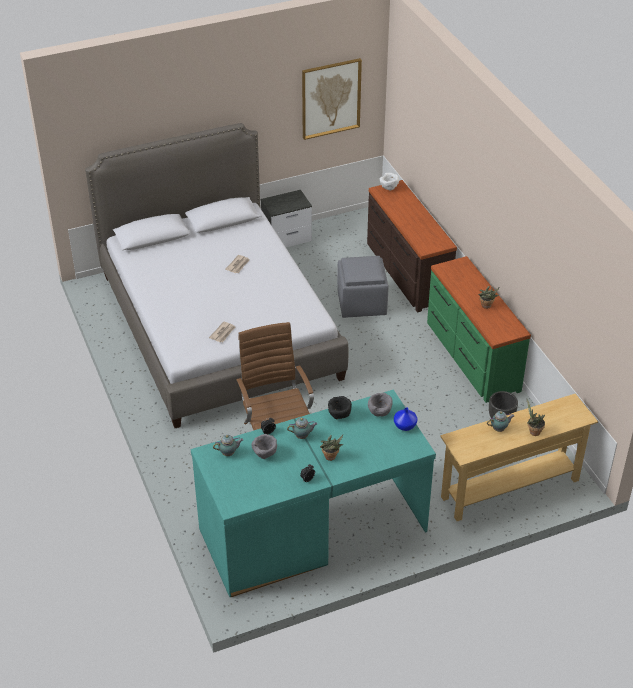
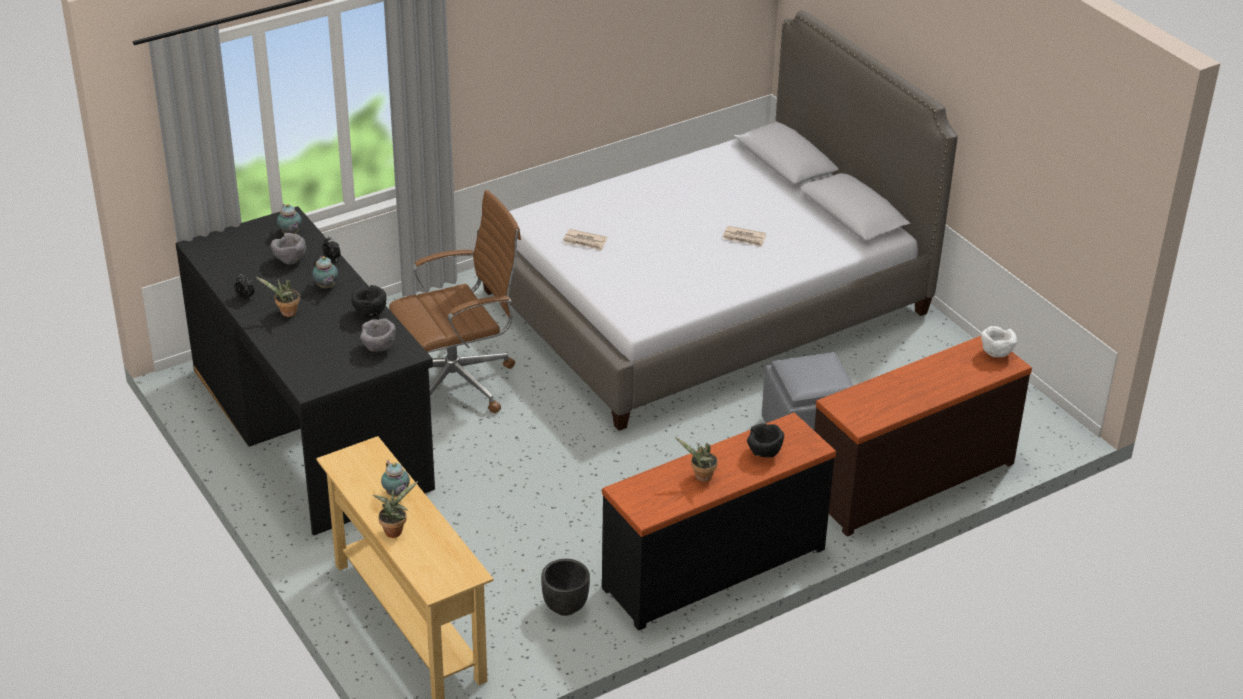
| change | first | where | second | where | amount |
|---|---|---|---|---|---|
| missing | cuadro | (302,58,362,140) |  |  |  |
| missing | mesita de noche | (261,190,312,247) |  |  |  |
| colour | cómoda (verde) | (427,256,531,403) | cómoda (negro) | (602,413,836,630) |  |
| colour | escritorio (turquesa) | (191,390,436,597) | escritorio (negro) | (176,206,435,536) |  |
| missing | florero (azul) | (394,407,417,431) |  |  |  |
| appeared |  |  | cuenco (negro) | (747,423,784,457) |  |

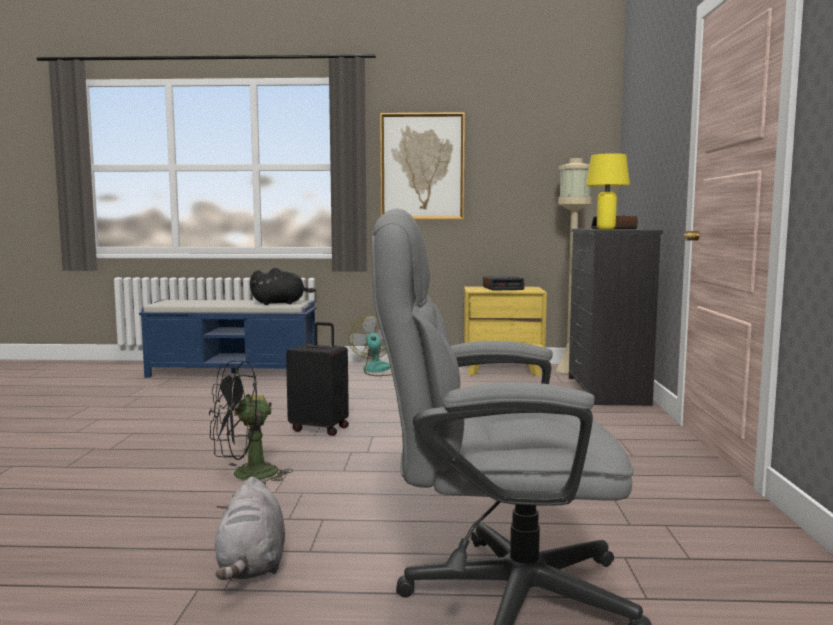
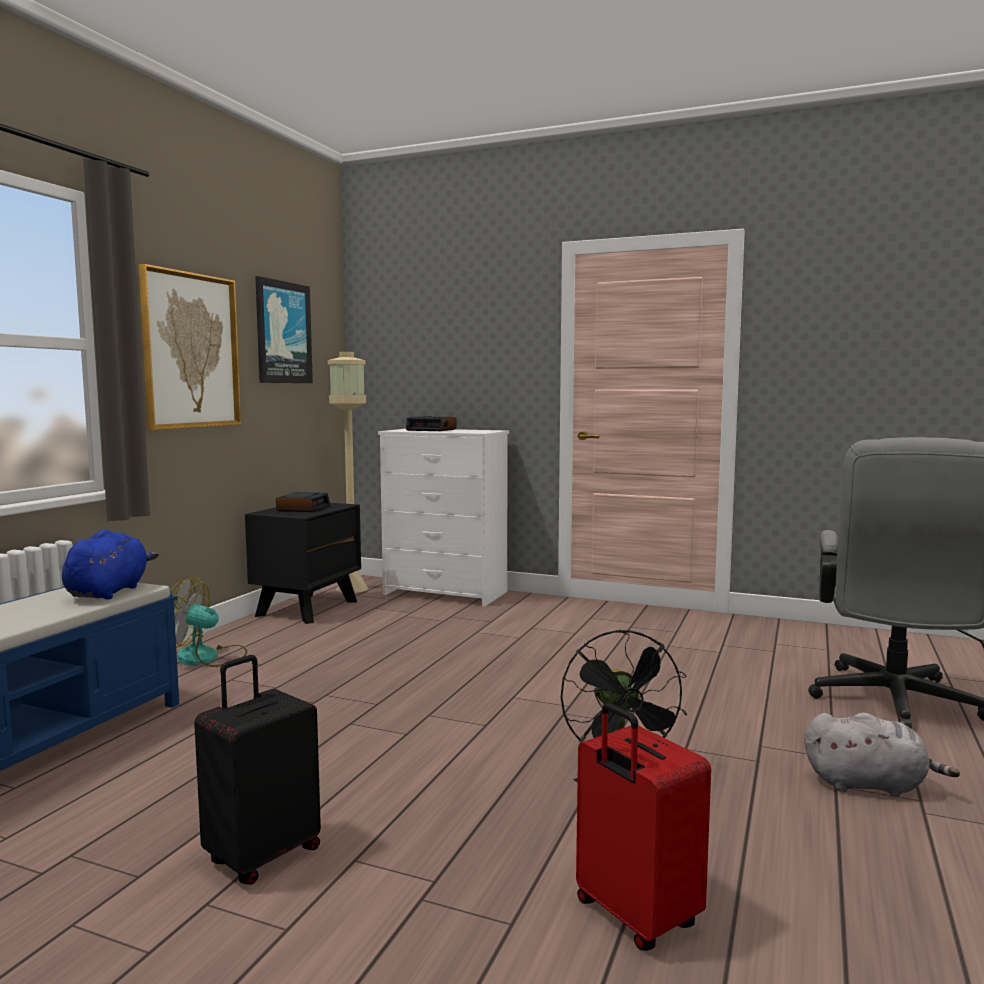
| change | first | where | second | where | amount |
|---|---|---|---|---|---|
| missing | lámpara de mesa (amarillo) | (586,153,630,229) |  |  |  |
| colour | cómoda (negro) | (569,229,663,406) | cómoda (blanco) | (378,429,509,607) |  |
| colour | peluche (negro) | (250,268,316,305) | peluche (azul) | (62,529,159,600) |  |
| colour | mesita de noche (amarillo) | (464,286,547,376) | mesita de noche (negro) | (245,503,361,624) |  |
| relocated | maleta (negro) | (286,322,349,436) |  | (194,655,321,884) |  |
| appeared |  |  | cuadro | (255,276,313,383) |  |
| appeared |  |  | maleta (rojo) | (576,703,711,951) |  |

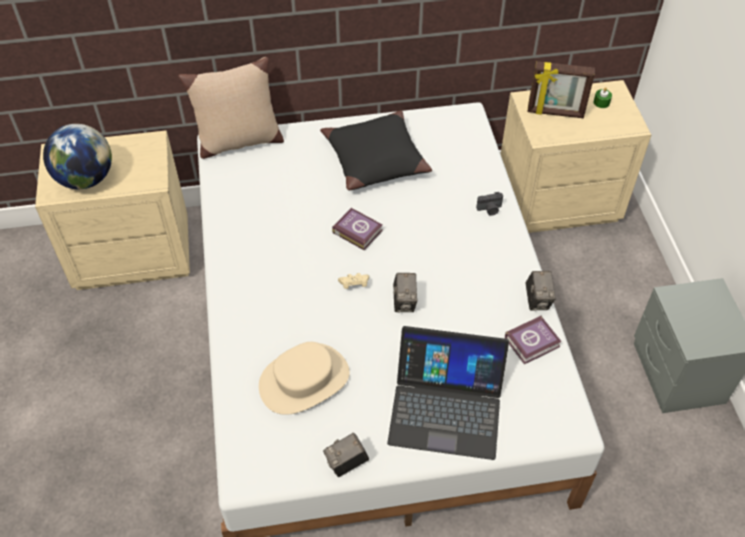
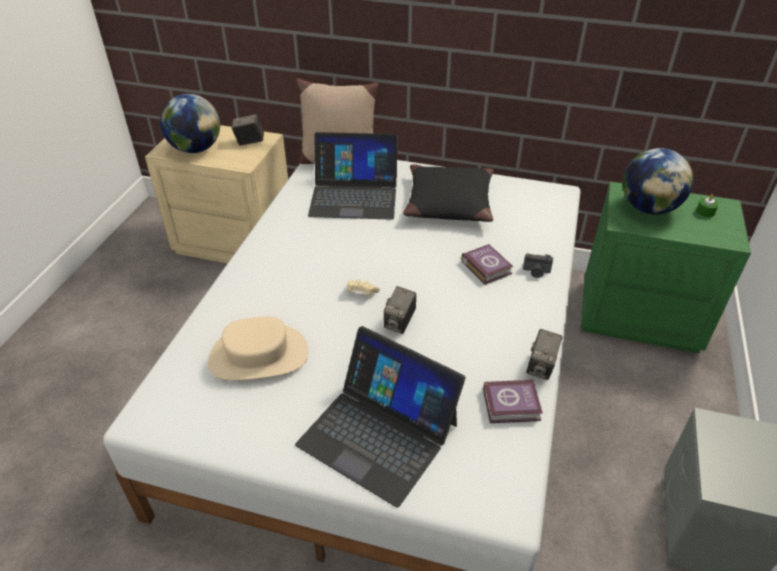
| change | first | where | second | where | amount |
|---|---|---|---|---|---|
| exchanged | portarretratos | (527,61,595,118) | globo terráqueo | (623,148,693,215) |  |
| colour | mesita de noche (beis) | (501,80,651,233) | mesita de noche (verde) | (580,182,751,353) |  |
| relocated | libro | (332,208,383,250) |  | (461,244,513,285) |  |
| relocated | cámara | (323,433,369,477) |  | (232,114,264,146) |  |
| appeared |  |  | portátil | (308,132,398,220) |  |

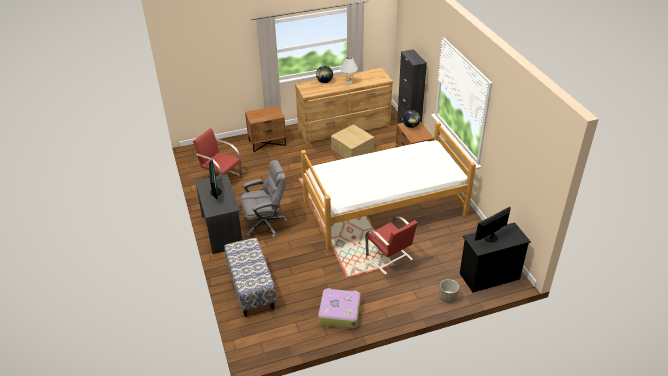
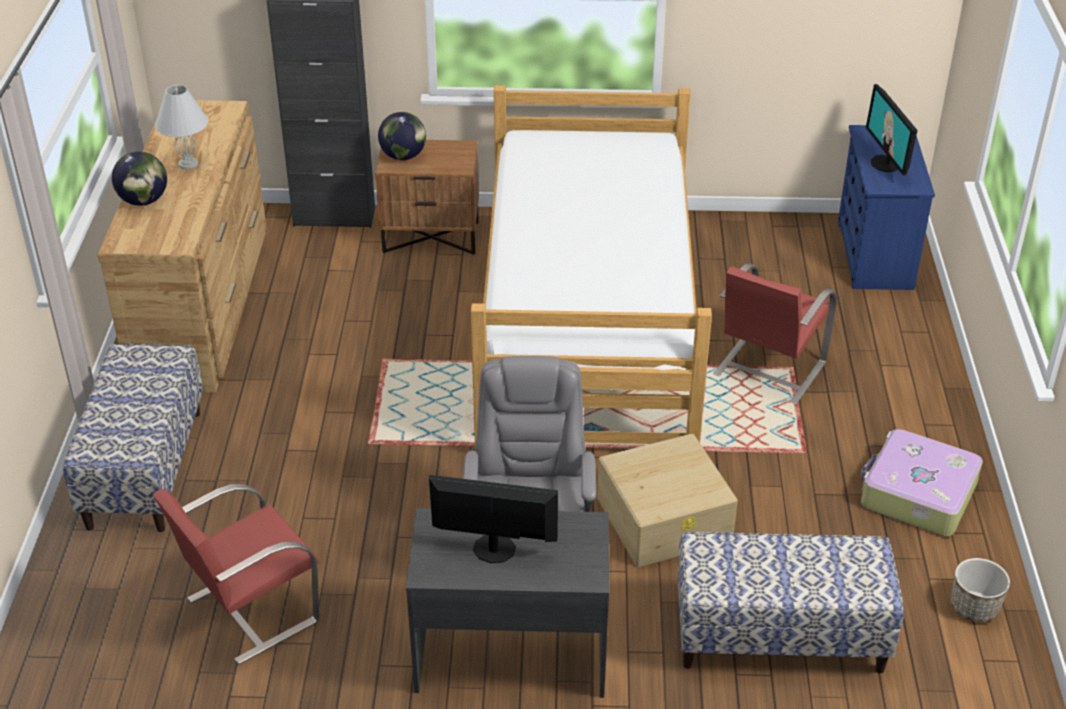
| change | first | where | second | where | amount |
|---|---|---|---|---|---|
| exchanged | mesita de noche (marrón) | (245,106,286,152) | banco | (63,344,203,532) |  |
| relocated | caja de almacenaje (beis) | (331,124,374,158) |  | (597,434,738,567) |  |
| spun | silla (rojo) | (365,216,418,275) |  | (713,264,837,404) | 135 degrees clockwise |
| colour | cómoda (negro) | (460,222,531,293) | cómoda (azul) | (838,125,935,290) |  |
| relocated | maceta | (440,279,459,302) |  | (951,558,1010,623) |  |

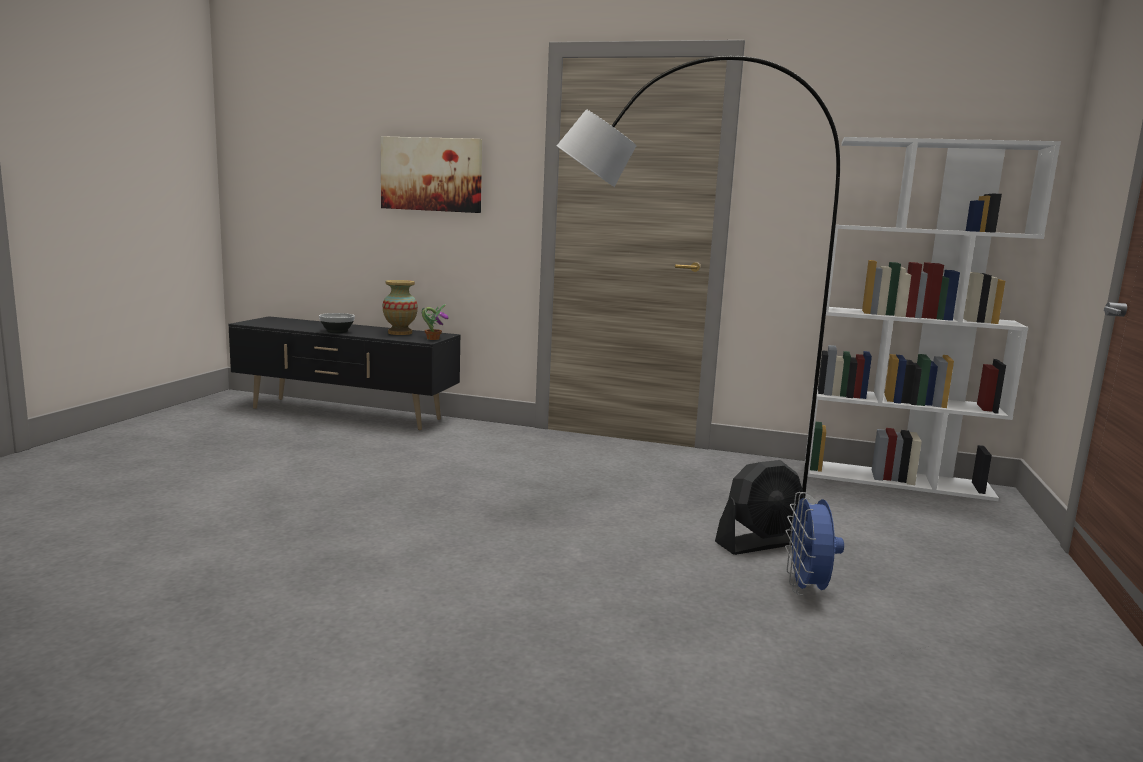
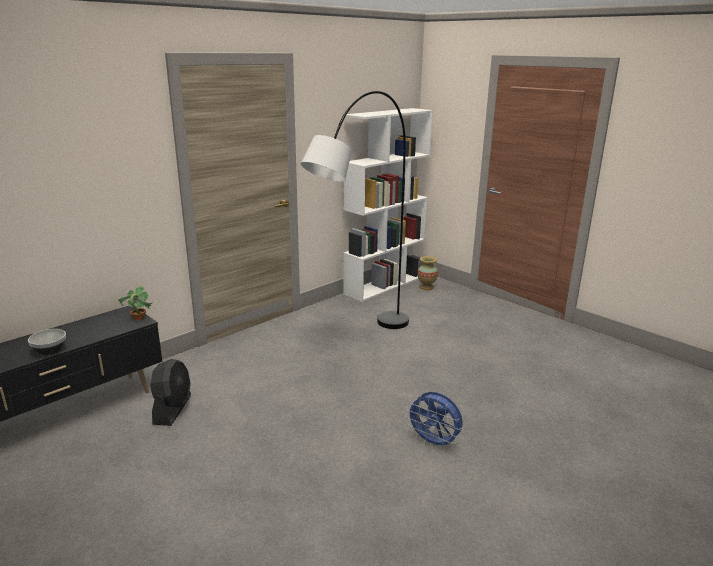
| change | first | where | second | where | amount |
|---|---|---|---|---|---|
| missing | cuadro | (381,136,482,213) |  |  |  |
| relocated | florero | (383,280,418,335) |  | (417,256,438,290) |  |
| relocated | ventilador (negro) | (715,460,805,555) |  | (150,359,191,426) |  |
| relocated | ventilador (azul) | (785,492,844,595) |  | (405,392,463,450) |  |

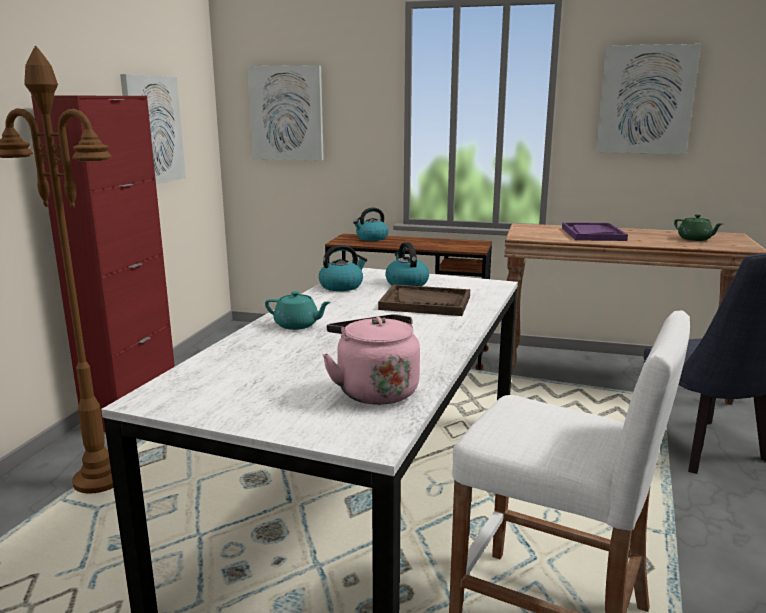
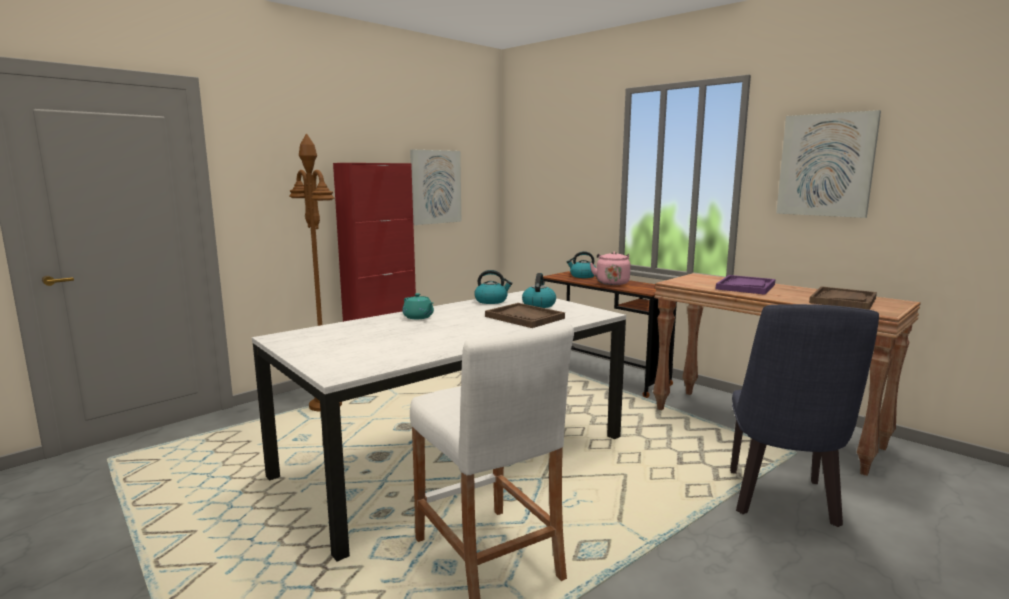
| change | first | where | second | where | amount |
|---|---|---|---|---|---|
| missing | cuadro | (247,65,324,161) |  |  |  |
| exchanged | tetera (verde) | (674,214,722,241) | bandeja (marrón) | (809,286,877,310) |  |
| relocated | hervidor (rosa) | (322,314,420,405) |  | (590,252,631,285) |  |

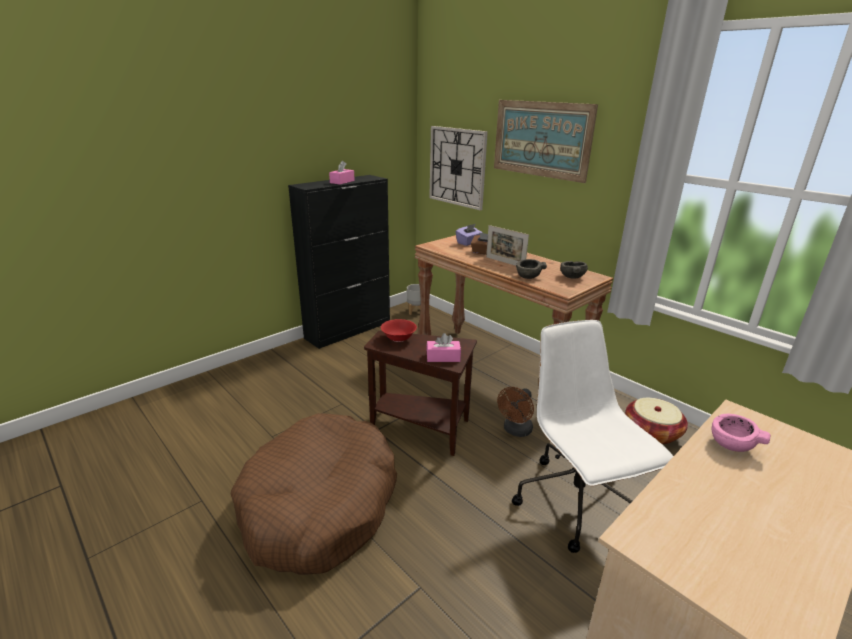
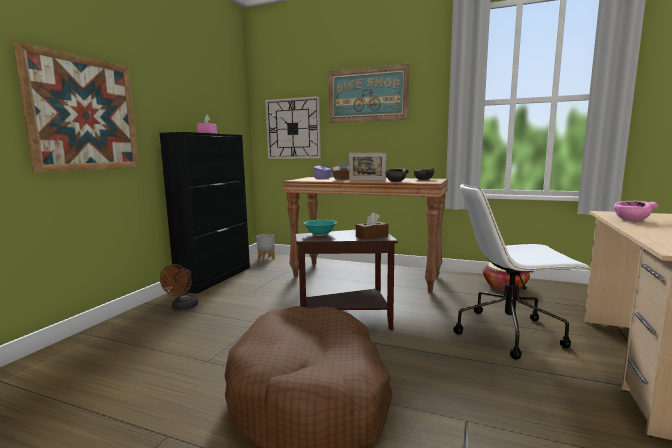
| change | first | where | second | where | amount |
|---|---|---|---|---|---|
| colour | cuenco (rojo) | (381,319,417,342) | cuenco (turquesa) | (304,220,337,236) |  |
| spun | silla de oficina (blanco) | (512,320,673,553) |  | (454,183,591,359) | 45 degrees counterclockwise |
| colour | caja de pañuelos (rosa) | (426,333,461,362) | caja de pañuelos (marrón) | (356,212,388,240) |  |
| relocated | ventilador (marrón) | (497,387,534,437) |  | (160,264,198,310) |  |
| appeared |  |  | cuadro | (12,41,139,173) |  |

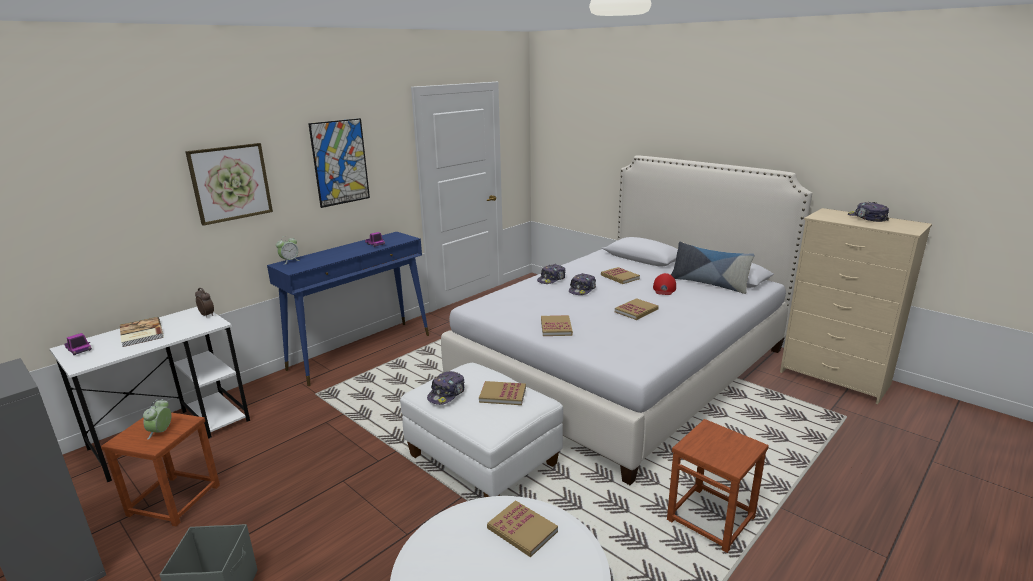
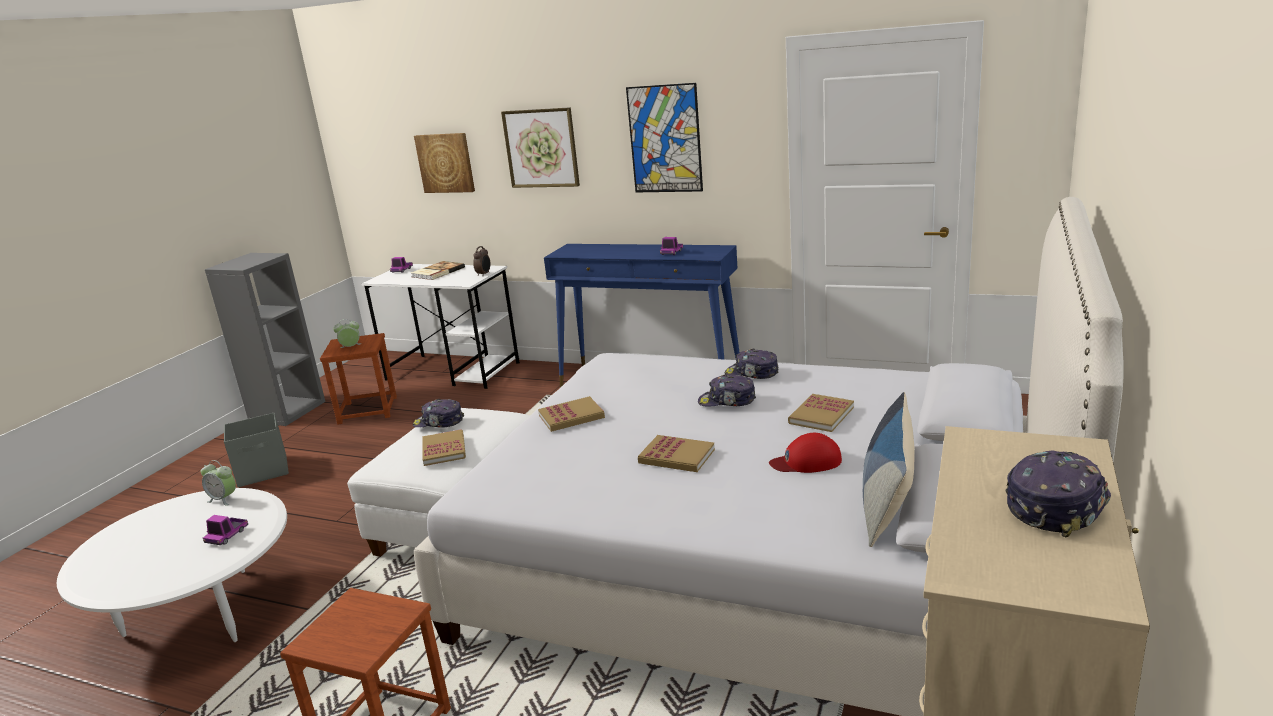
| change | first | where | second | where | amount |
|---|---|---|---|---|---|
| relocated | despertador | (276,236,300,265) |  | (201,460,236,506) |  |
| exchanged | libro | (487,500,558,557) | camión de juguete | (203,515,248,545) |  |
| appeared |  |  | cuadro | (414,133,475,193) |  |

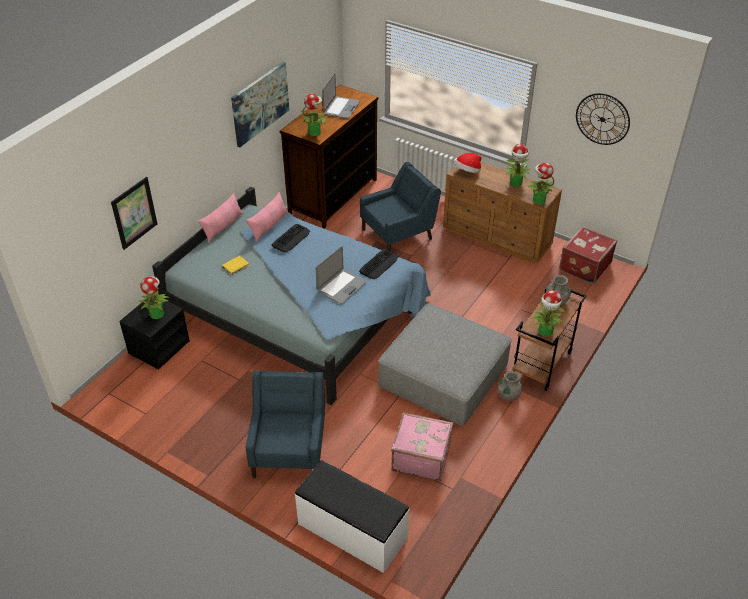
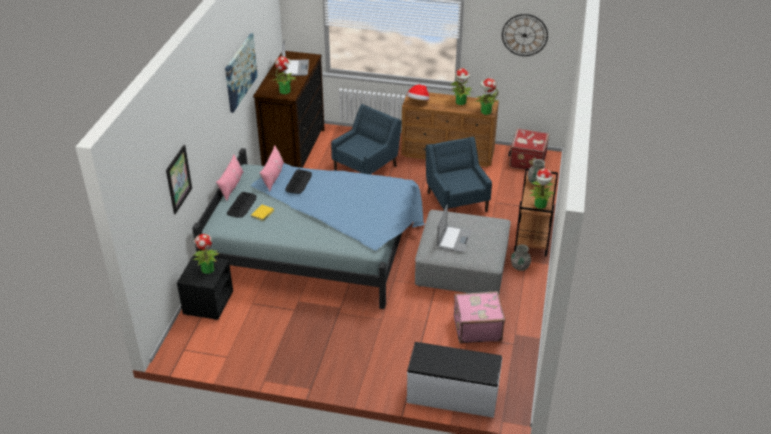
| change | first | where | second | where | amount |
|---|---|---|---|---|---|
| relocated | portátil | (316,246,367,304) |  | (437,205,472,253) |  |
| relocated | teclado | (359,249,398,279) |  | (227,192,257,218) |  |
| relocated | sillón (azul) | (246,370,325,478) |  | (426,136,492,212) |  |

